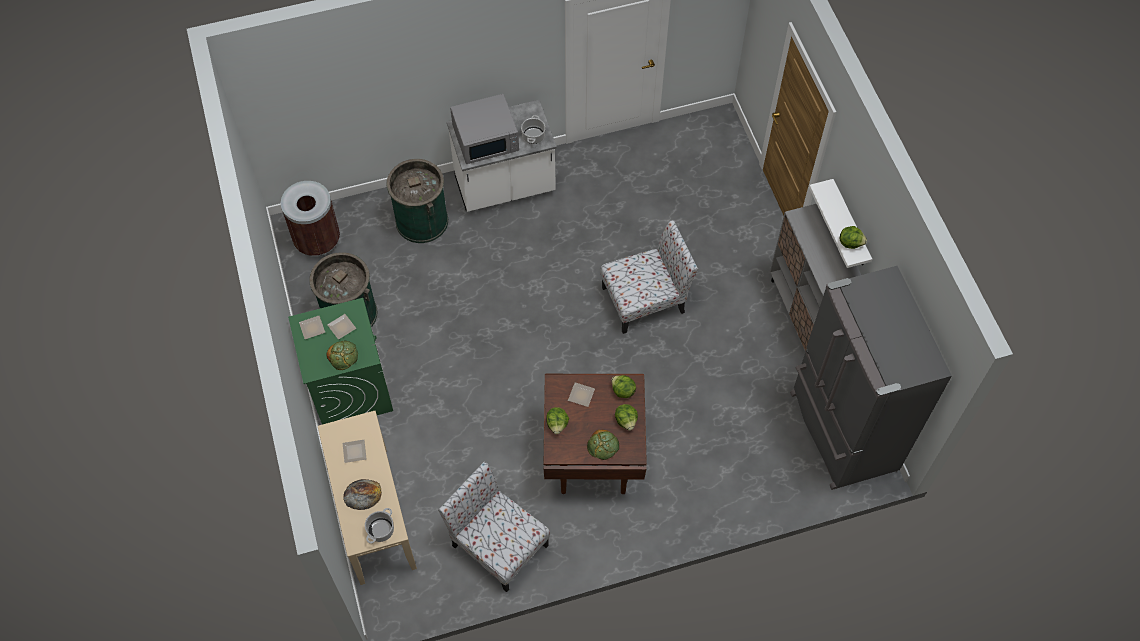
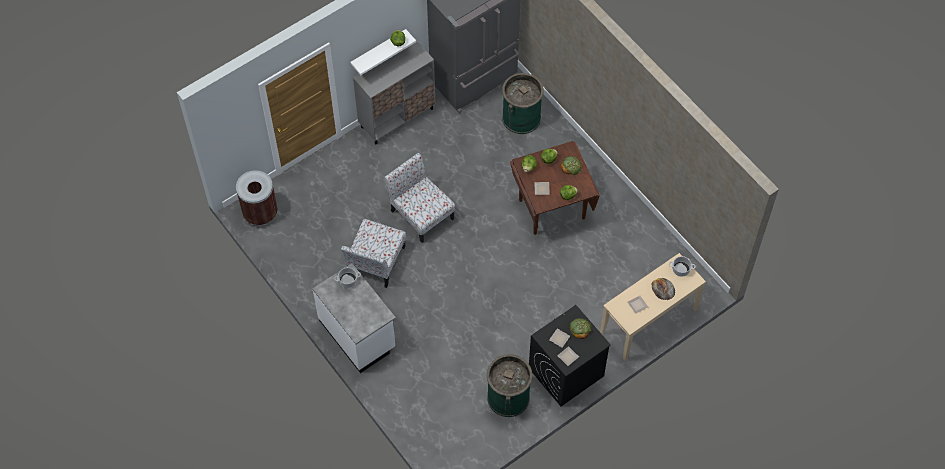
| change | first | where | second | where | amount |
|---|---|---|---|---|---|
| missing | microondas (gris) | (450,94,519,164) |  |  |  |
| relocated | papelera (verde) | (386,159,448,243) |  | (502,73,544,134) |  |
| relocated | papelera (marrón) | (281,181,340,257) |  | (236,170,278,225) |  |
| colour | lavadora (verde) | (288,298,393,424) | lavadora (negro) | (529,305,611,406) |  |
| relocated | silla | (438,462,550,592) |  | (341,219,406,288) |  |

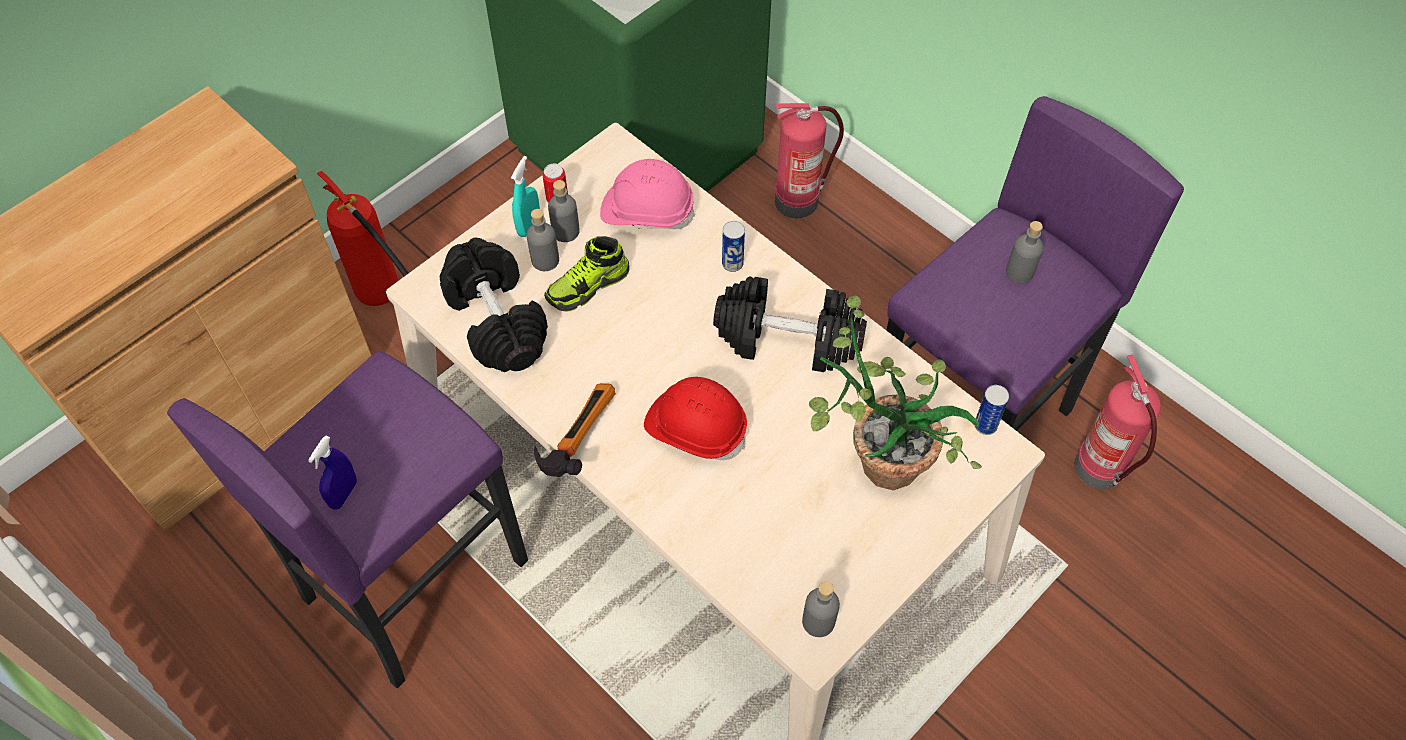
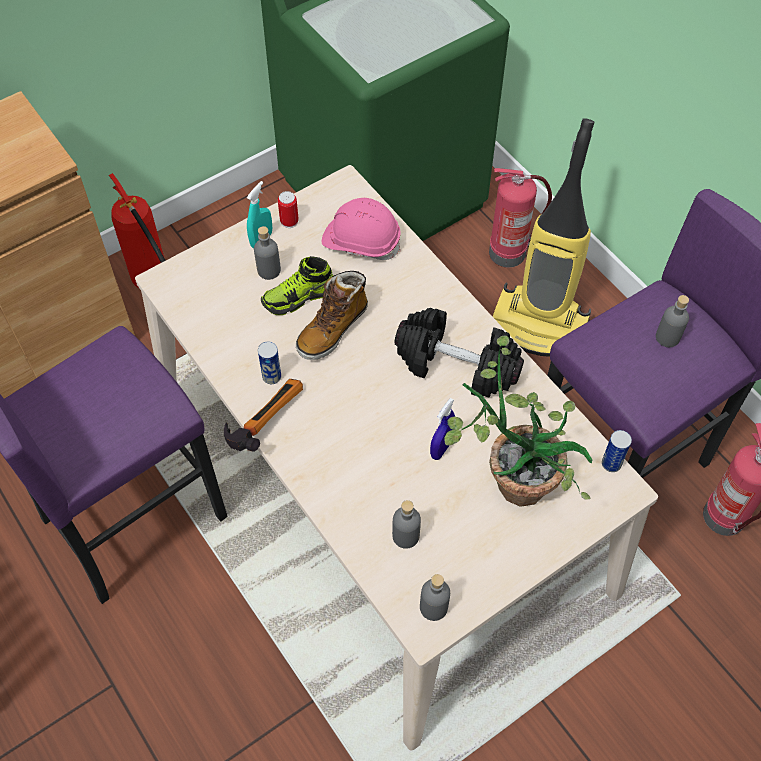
| change | first | where | second | where | amount |
|---|---|---|---|---|---|
| relocated | botella (gris) | (548,180,580,242) |  | (392,500,421,549) |  |
| relocated | lata | (722,221,745,272) |  | (258,342,281,384) |  |
| missing | mancuerna (negro) | (440,238,548,372) |  |  |  |
| missing | casco (rojo) | (644,377,747,460) |  |  |  |
| relocated | pulverizador (azul) | (308,435,357,510) |  | (430,398,455,460) |  |
| appeared |  |  | aspiradora | (493,118,594,357) |  |
| appeared |  |  | bota | (296,271,368,360) |  |

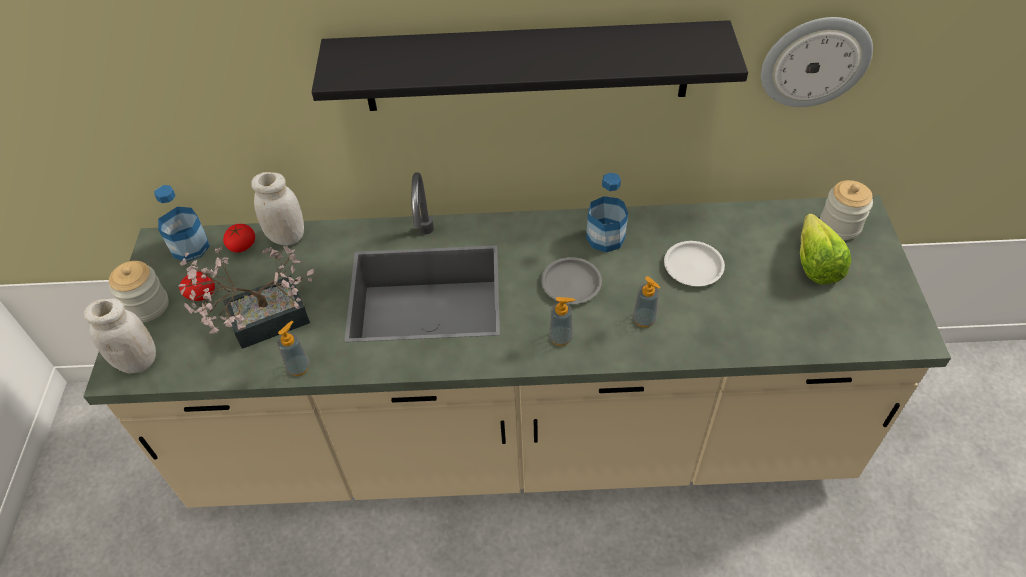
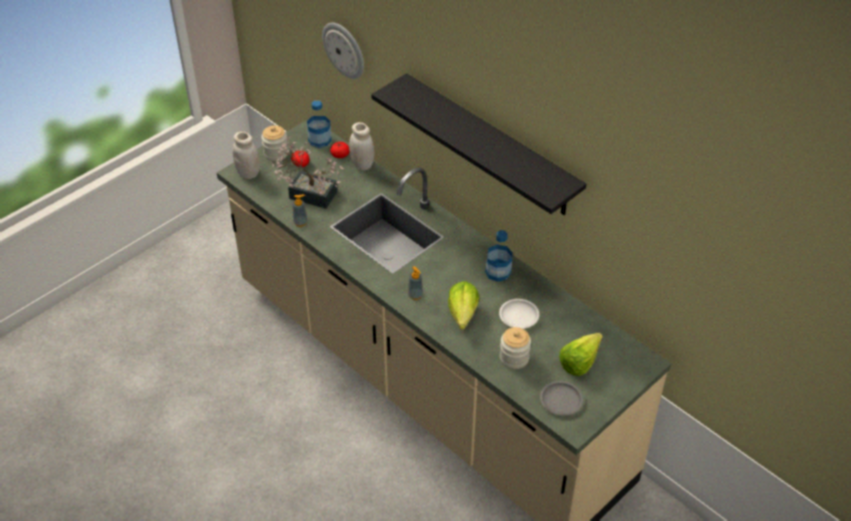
| change | first | where | second | where | amount |
|---|---|---|---|---|---|
| relocated | reloj de pared | (761,17,873,107) |  | (322,23,364,79) |  |
| relocated | tarro | (820,180,873,240) |  | (500,327,531,369) |  |
| relocated | plato (gris) | (541,257,602,304) |  | (540,381,583,415) |  |
| exchanged | dispensador de jabón | (633,276,660,328) | lechuga | (448,281,479,330) |  |

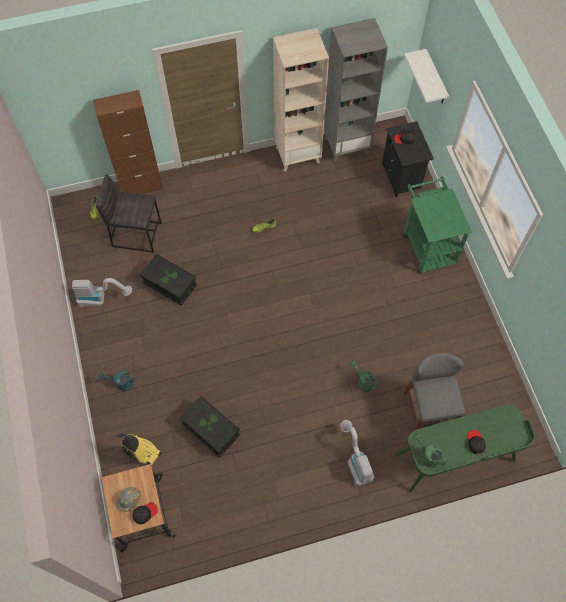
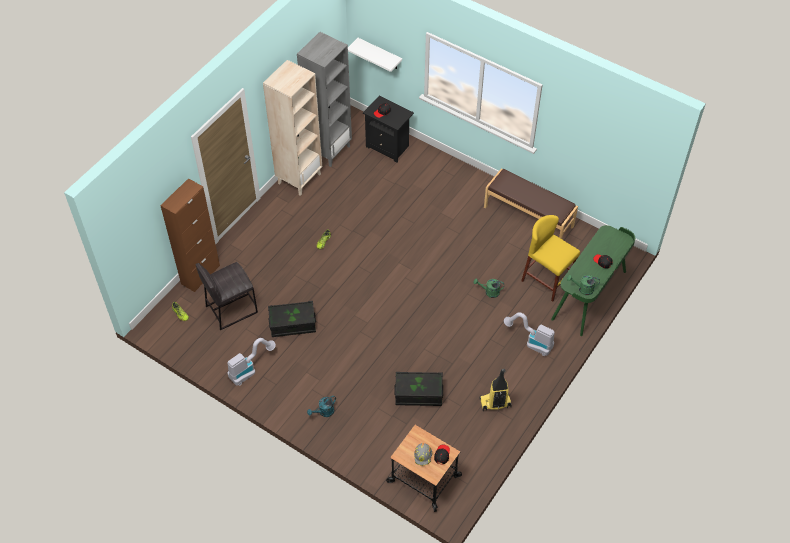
| change | first | where | second | where | amount |
|---|---|---|---|---|---|
| missing | carrito (verde) | (403,176,472,273) |  |  |  |
| colour | taburete (gris) | (403,353,465,430) | taburete (amarillo) | (521,215,580,302) |  |
| relocated | aspiradora | (117,433,161,465) |  | (479,369,512,411) |  |
| appeared |  |  | banco (marrón) | (484,168,578,239) |  |

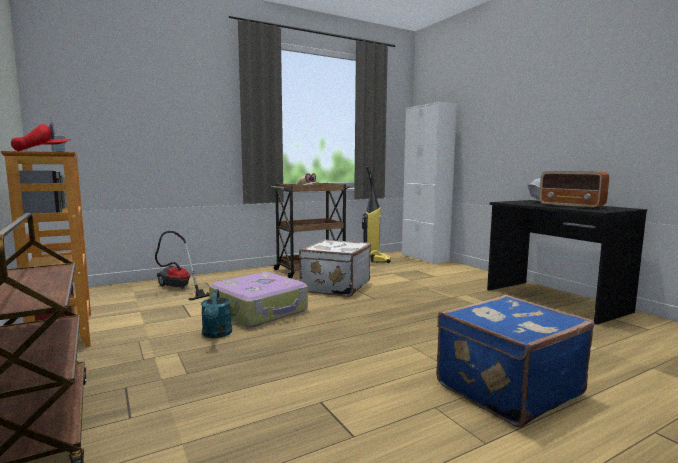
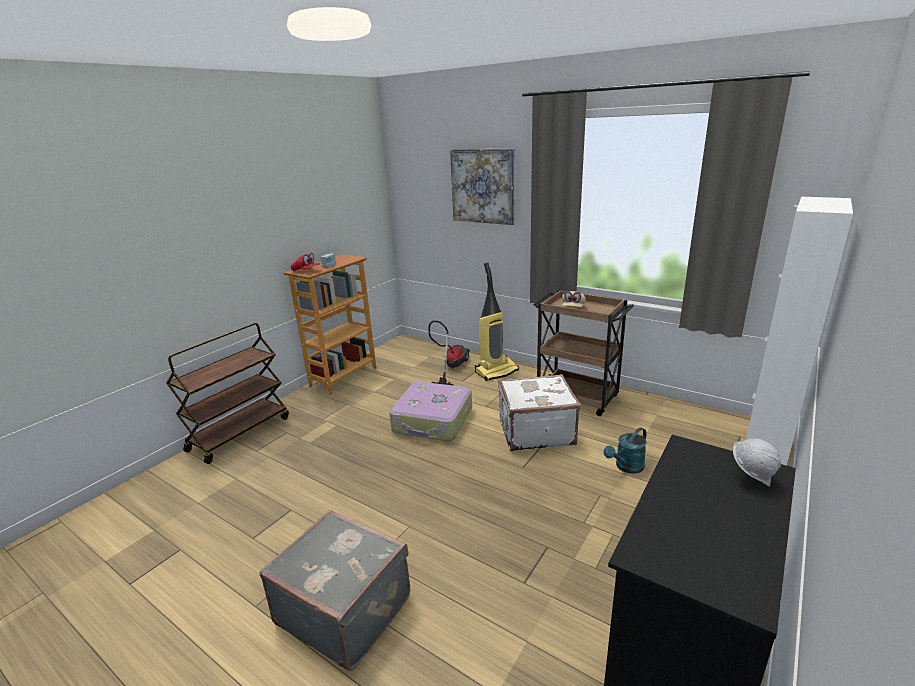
| change | first | where | second | where | amount |
|---|---|---|---|---|---|
| relocated | aspiradora | (362,166,391,263) |  | (475,262,519,381) |  |
| missing | radio | (539,171,609,209) |  |  |  |
| relocated | regadera (turquesa) | (201,289,232,338) |  | (604,427,647,474) |  |
| colour | maleta (azul) | (436,295,595,428) | maleta (gris) | (260,510,410,671) |  |
| appeared |  |  | cuadro | (450,148,514,225) |  |

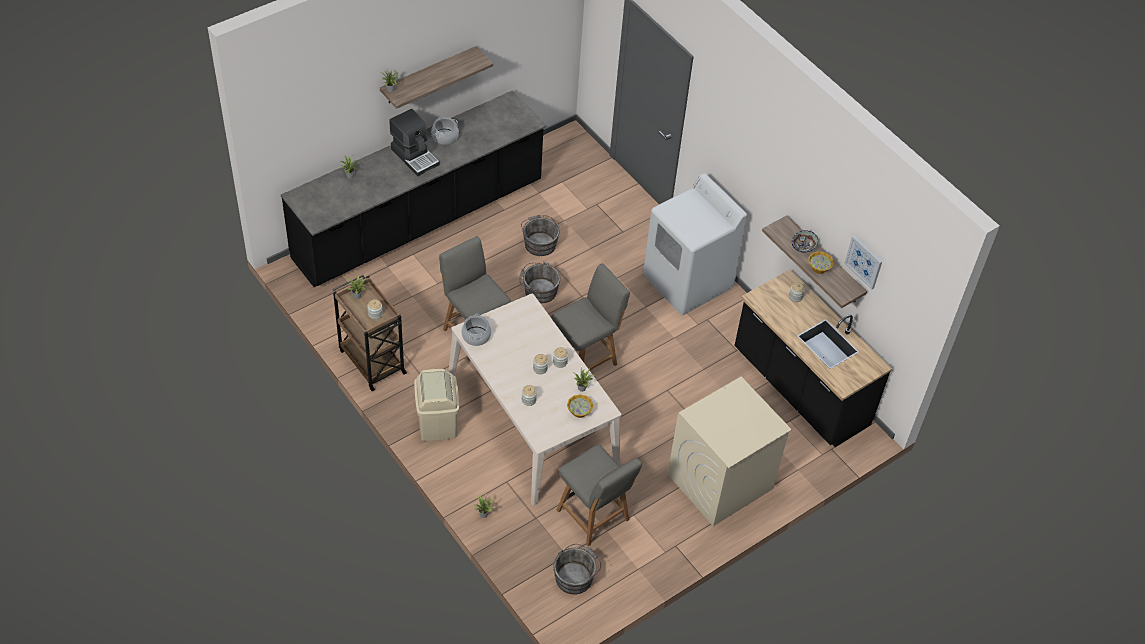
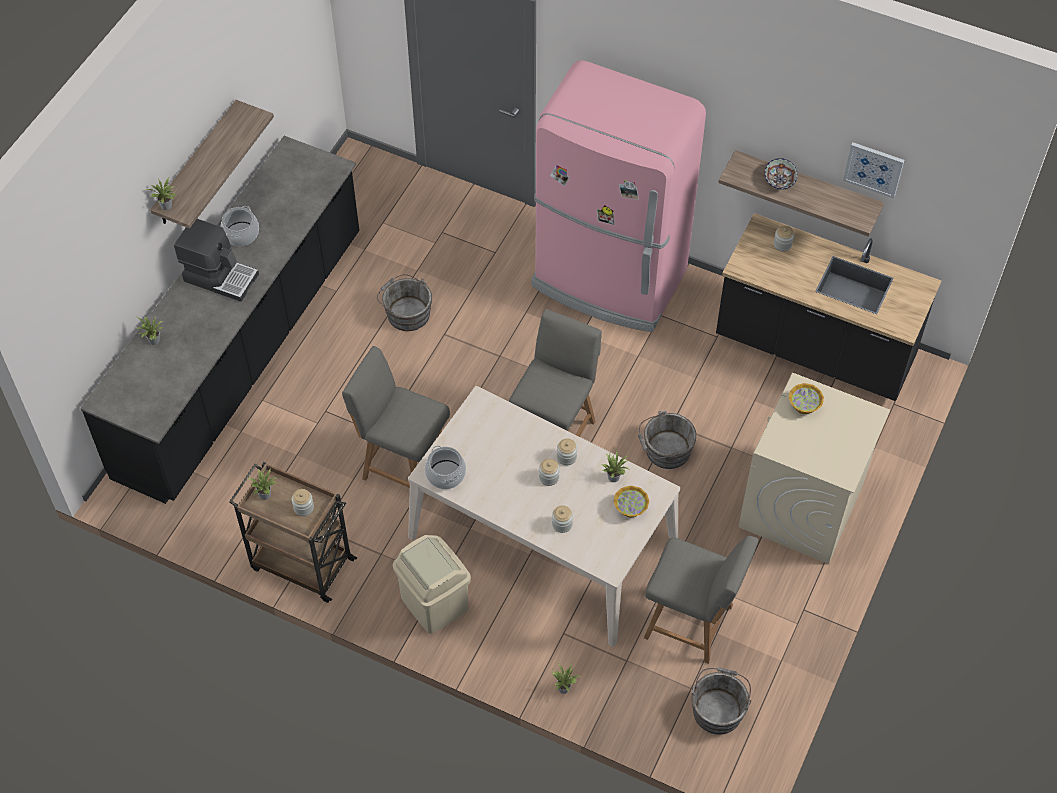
| change | first | where | second | where | amount |
|---|---|---|---|---|---|
| exchanged | lavadora (blanco) | (643,173,747,315) | nevera (rosa) | (531,60,706,332) |  |
| relocated | cuenco | (808,251,834,274) |  | (789,383,824,414) |  |
| relocated | cubo (gris) | (519,261,560,303) |  | (638,411,696,469) |  |

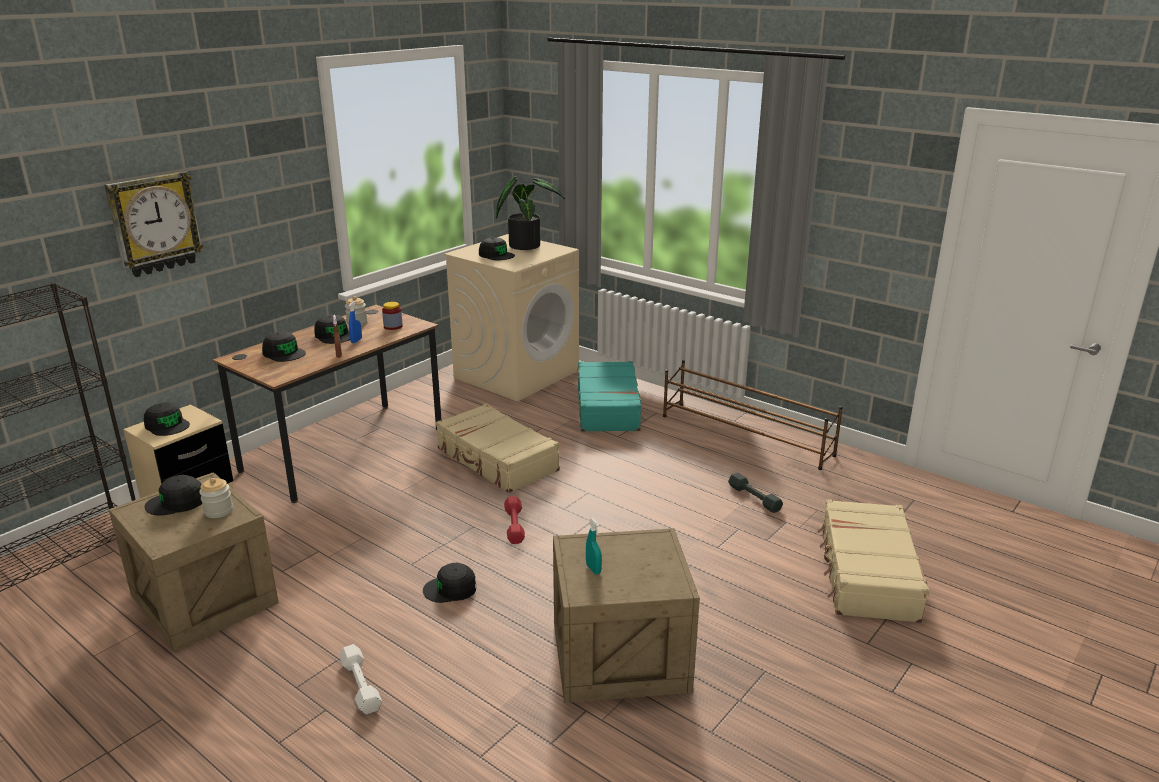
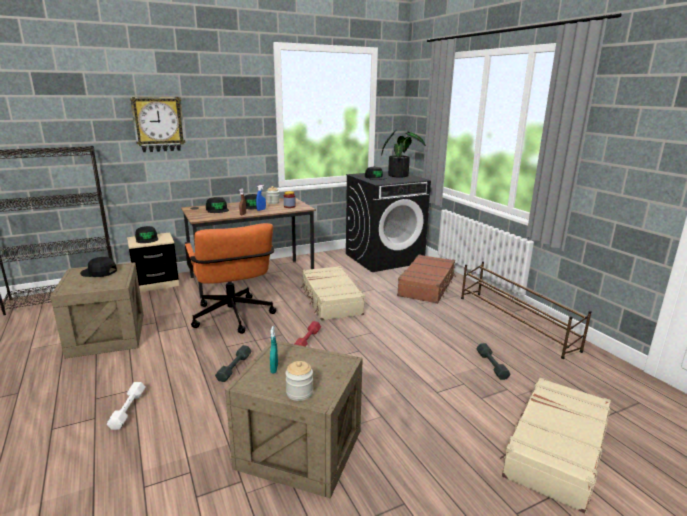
| change | first | where | second | where | amount |
|---|---|---|---|---|---|
| colour | lavadora (beis) | (444,234,579,401) | lavadora (negro) | (346,171,431,272) |  |
| colour | maleta (turquesa) | (577,361,645,432) | maleta (marrón) | (397,254,456,304) |  |
| relocated | tarro | (199,478,233,518) |  | (285,361,313,401) |  |
| exchanged | gorra (negro) | (423,563,476,603) | mancuerna (gris) | (215,345,252,382) |  |
| appeared |  |  | silla de oficina (naranja) | (185,223,276,334) |  |

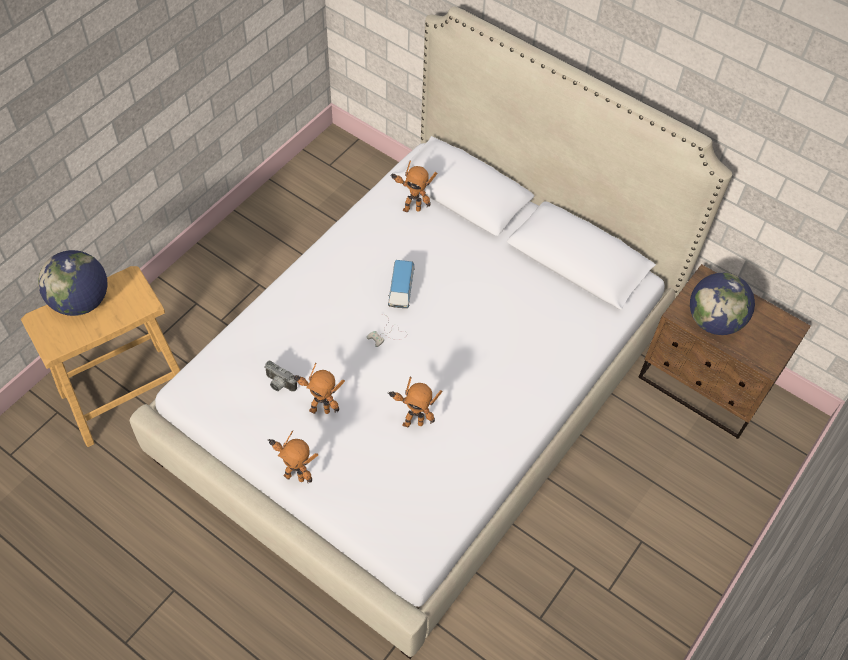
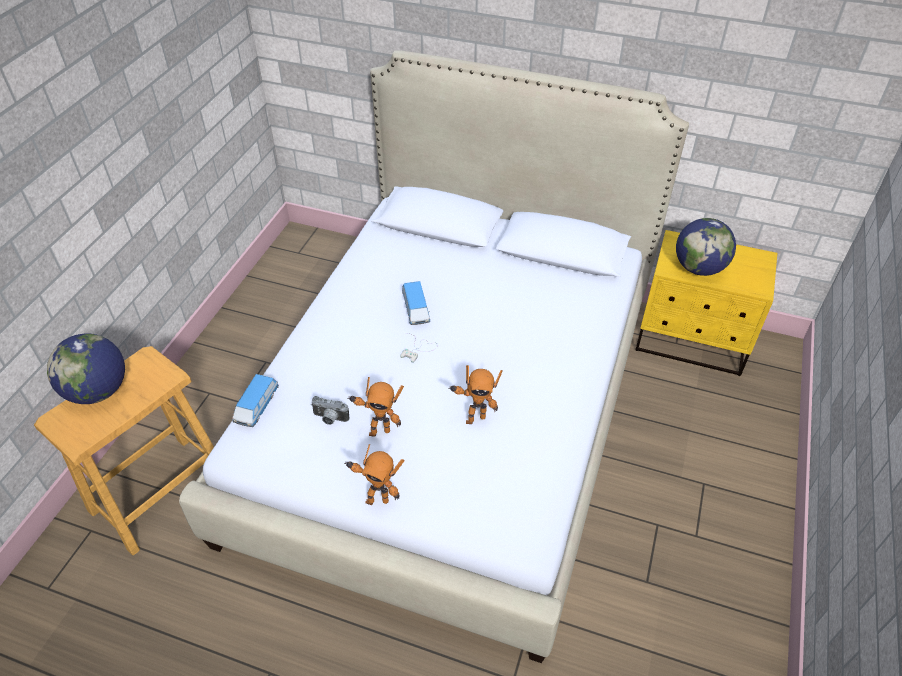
| change | first | where | second | where | amount |
|---|---|---|---|---|---|
| missing | robot de juguete | (390,160,437,212) |  |  |  |
| colour | mesita de noche (marrón) | (639,264,811,439) | mesita de noche (amarillo) | (635,230,777,376) |  |
| appeared |  |  | coche de juguete | (232,374,279,427) |  |

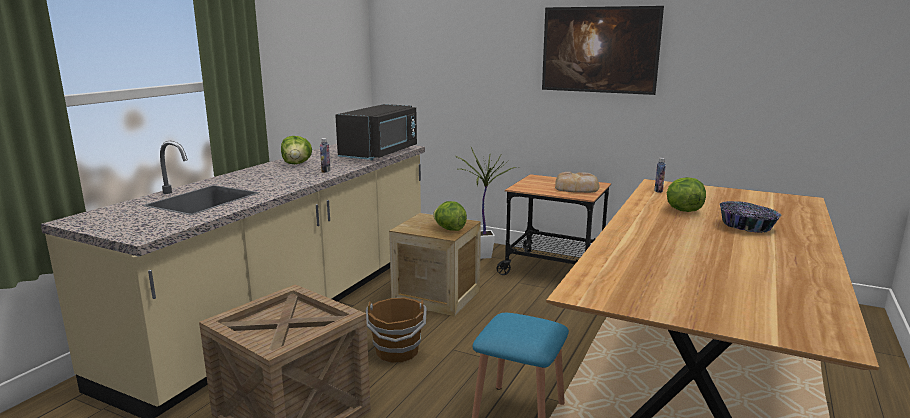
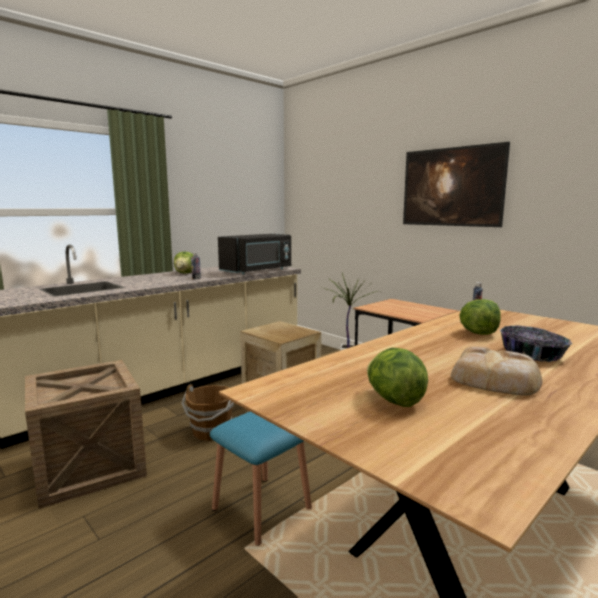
| change | first | where | second | where | amount |
|---|---|---|---|---|---|
| relocated | pan | (555,172,600,193) |  | (451,347,543,396) |  |
| relocated | lechuga | (433,201,467,231) |  | (367,348,428,407) |  |

